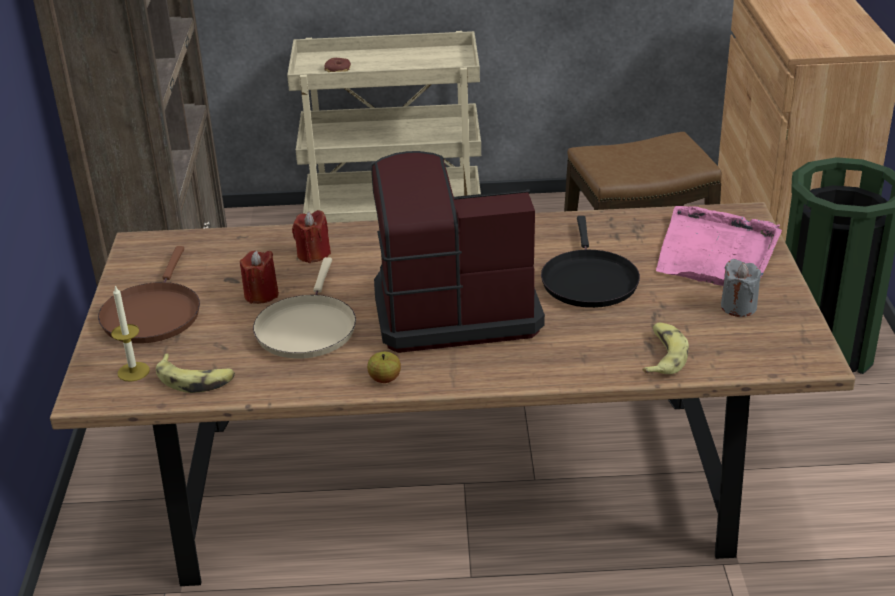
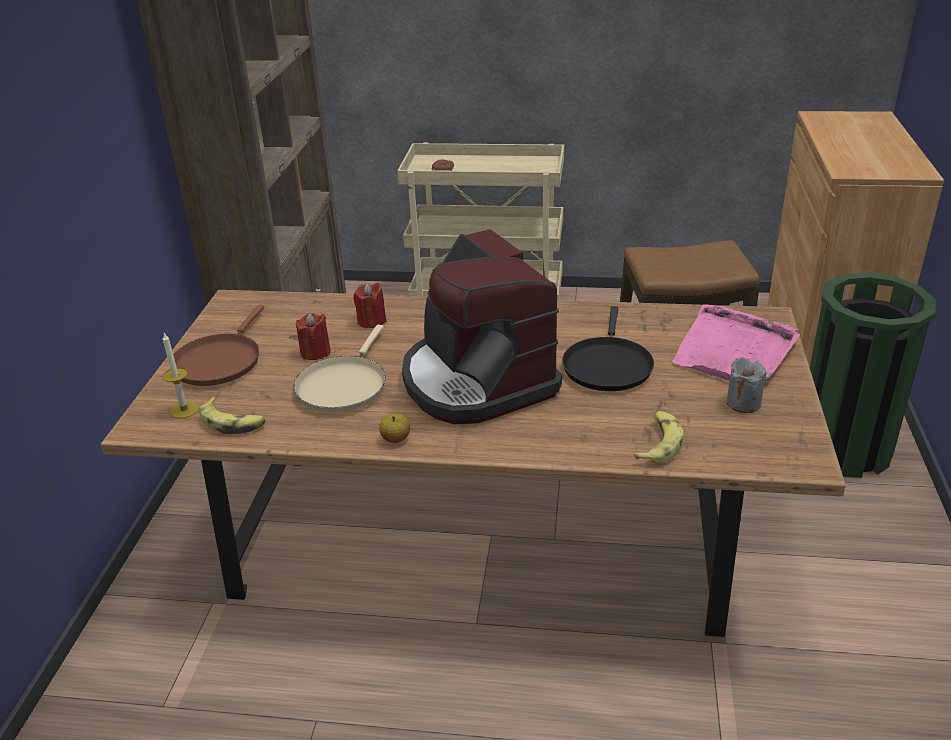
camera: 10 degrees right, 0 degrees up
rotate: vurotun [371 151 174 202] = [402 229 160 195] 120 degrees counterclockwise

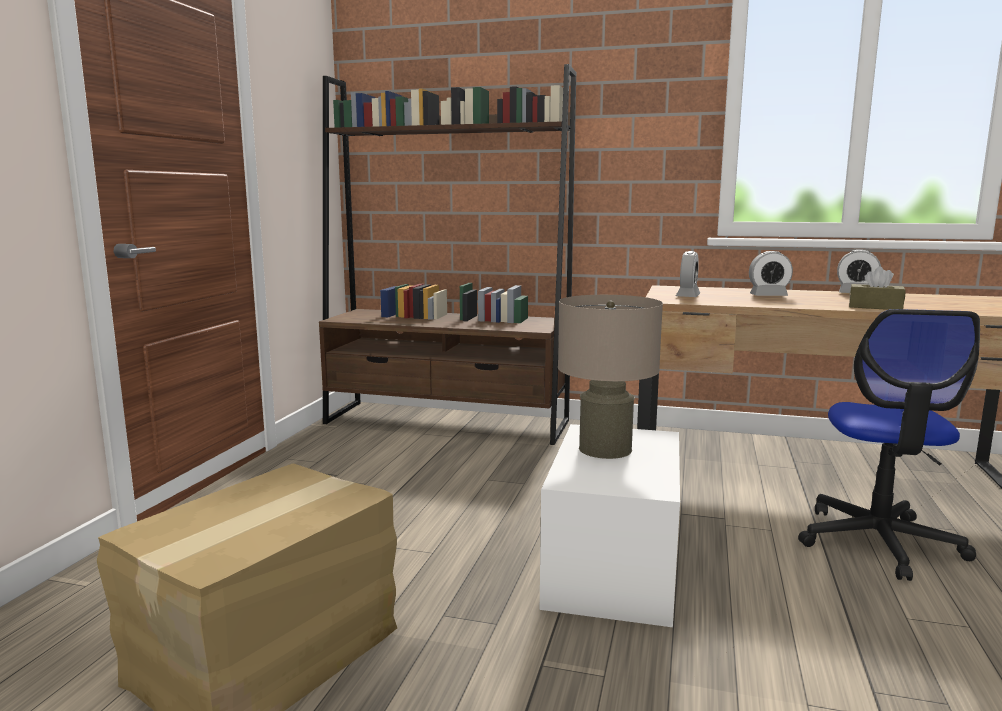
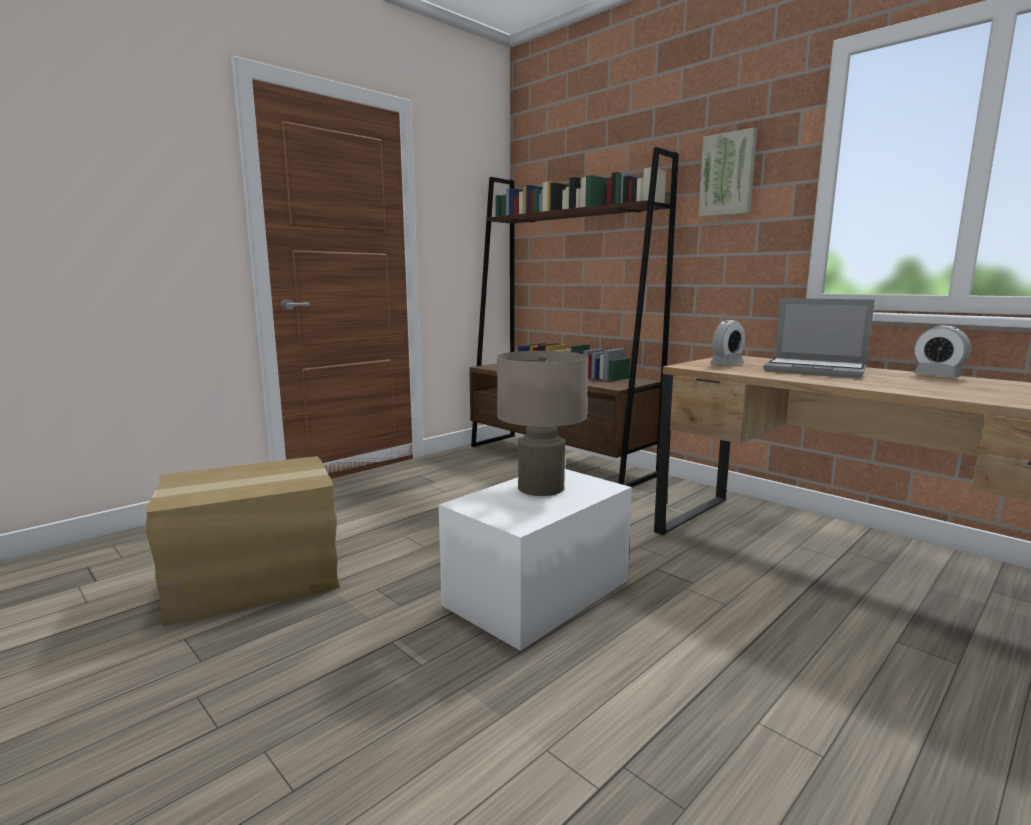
camera: 30 degrees right, 0 degrees up
delete: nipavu [798 309 182 272]; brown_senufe [849 267 57 43]
insert: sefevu [698 128 59 89]
replace: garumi [749 251 44 45] to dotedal [763 298 112 80]

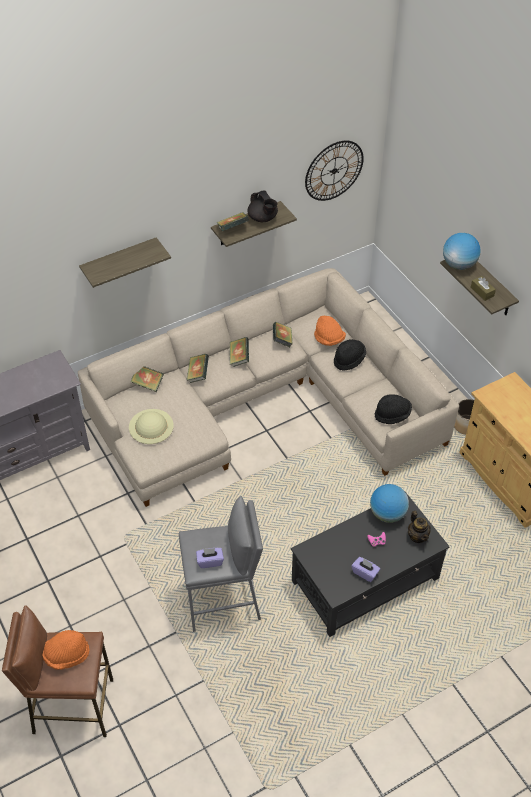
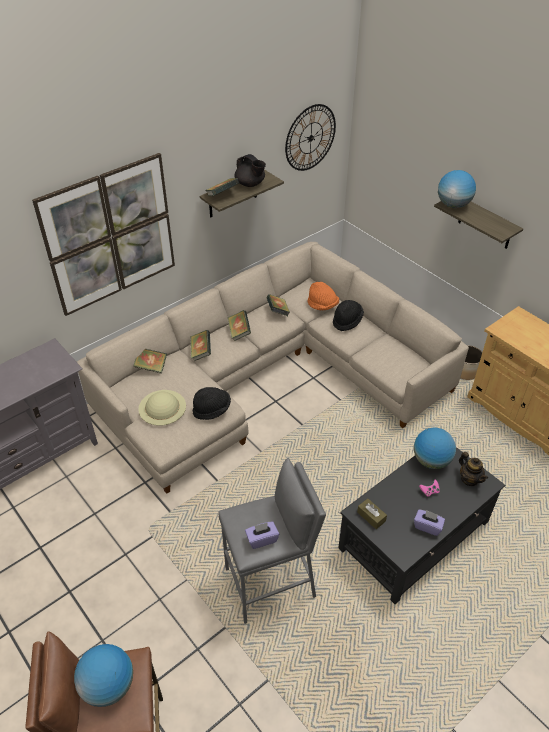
camera: 10 degrees left, 5 degrees down
move: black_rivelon [375 394 37 30] to [193 387 38 33]; brown_senufe [471 276 25 25] to [357 498 30 31]
replace: orange_rivelon [42 630 47 40] to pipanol [74 644 59 63]; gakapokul [79 237 92 51] to sefevu [32 153 143 163]

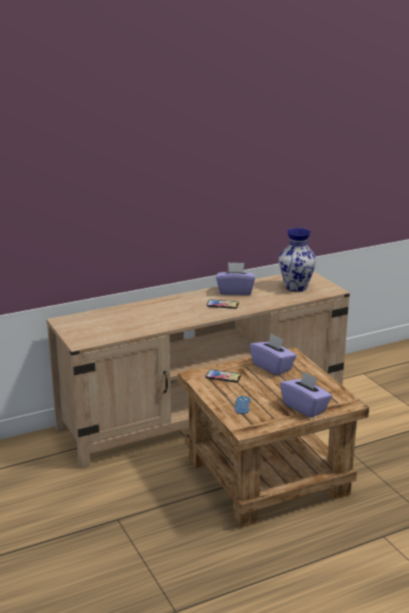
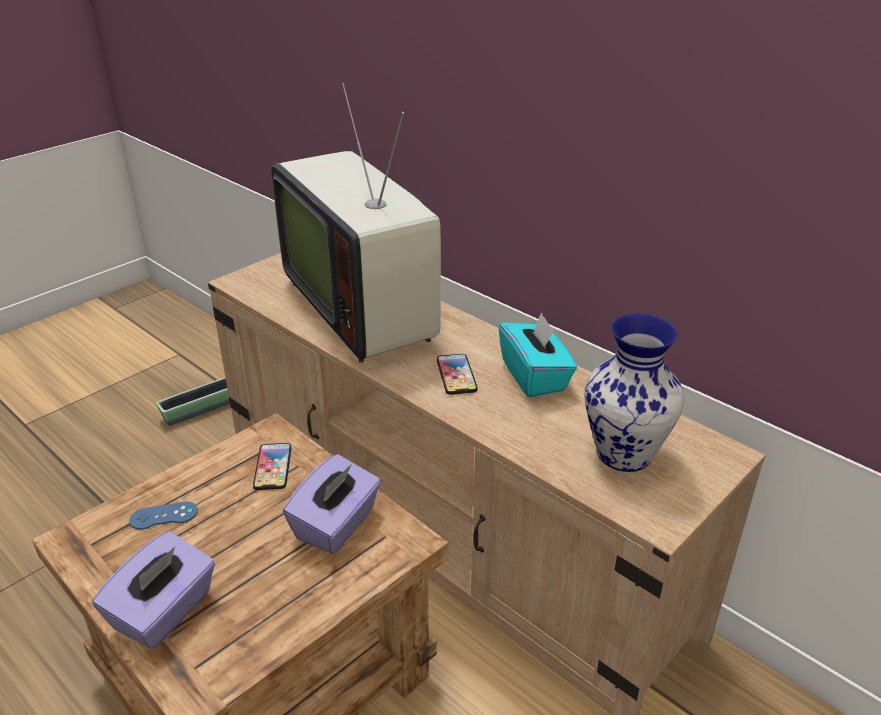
camera: 70 degrees right, 10 degrees up
insert: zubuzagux [156 377 74 49]; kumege [271 83 170 280]
recolor: purple_senufe [216 262 39 33] to turquoise_senufe [499 312 78 85]

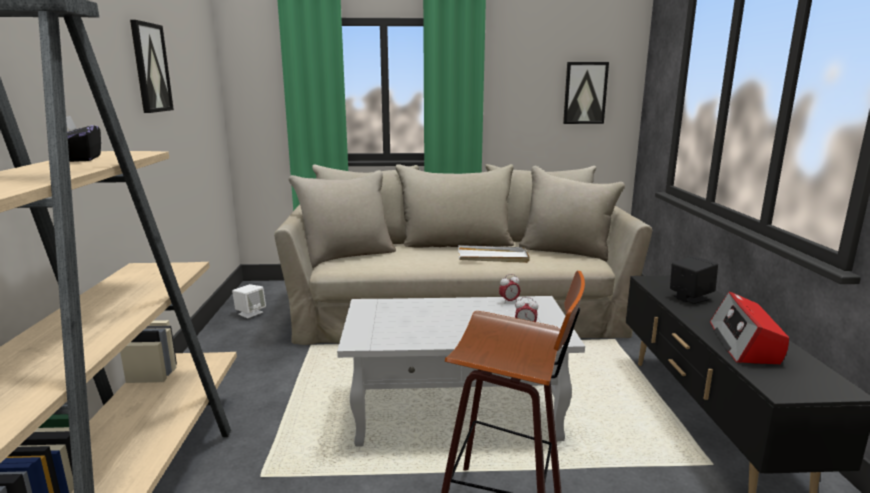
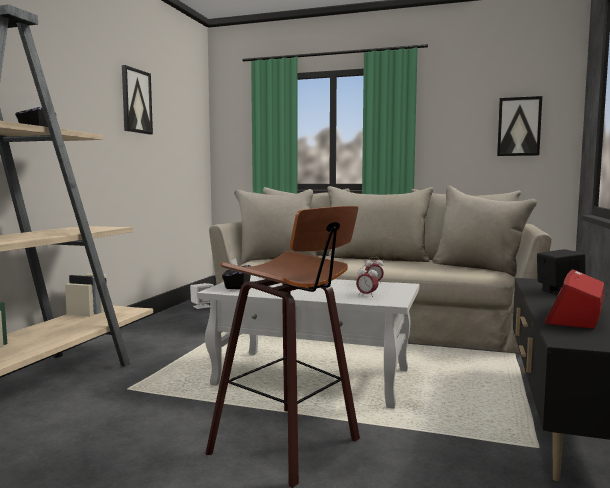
camera: 20 degrees right, 10 degrees down
delete: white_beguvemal [458 245 72 18]
insert: black_senufe [222 258 29 31]

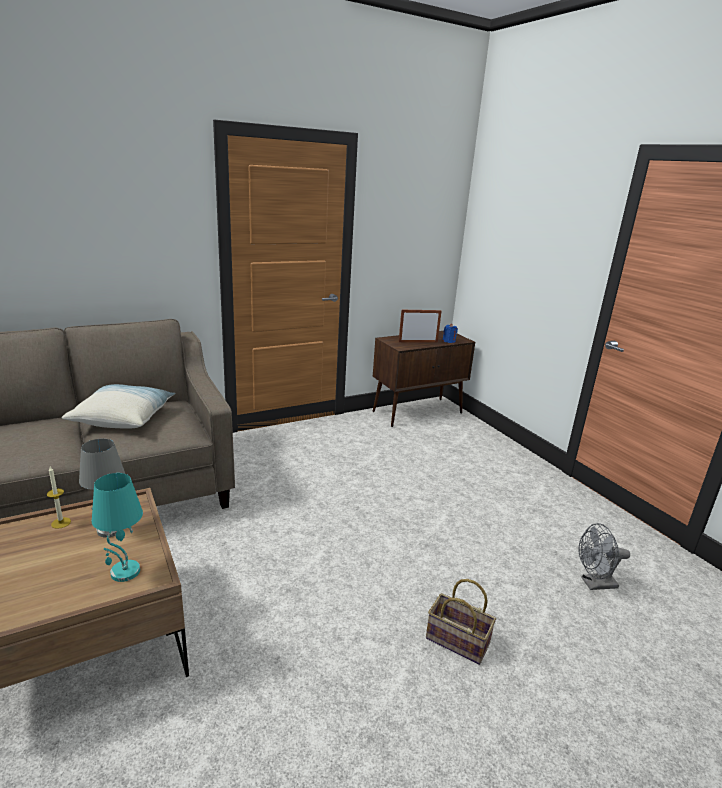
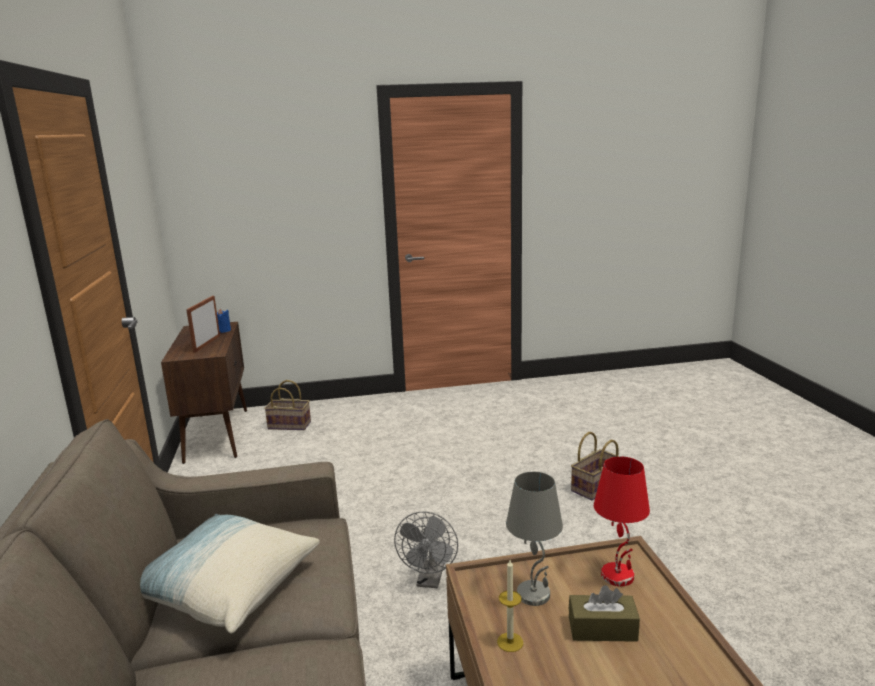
camera: 70 degrees left, 5 degrees down
insert: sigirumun [264 380 47 50]; brown_senufe [569 585 71 57]
move: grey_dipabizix [578 523 52 67] to [394 511 64 77]
recolor: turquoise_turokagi [92 473 51 109] to red_turokagi [594 457 56 129]

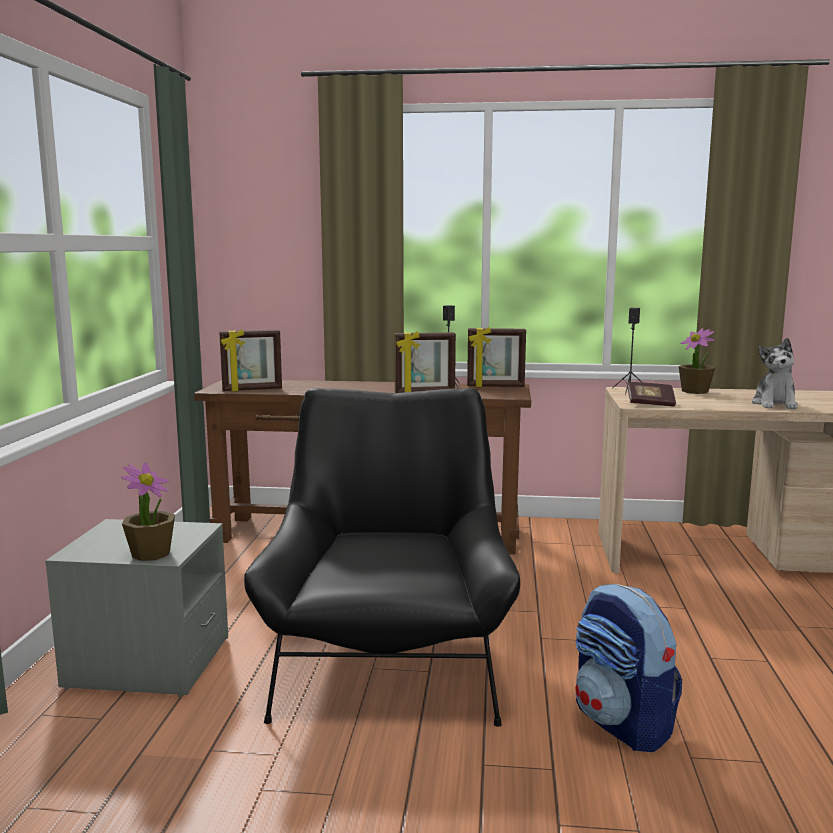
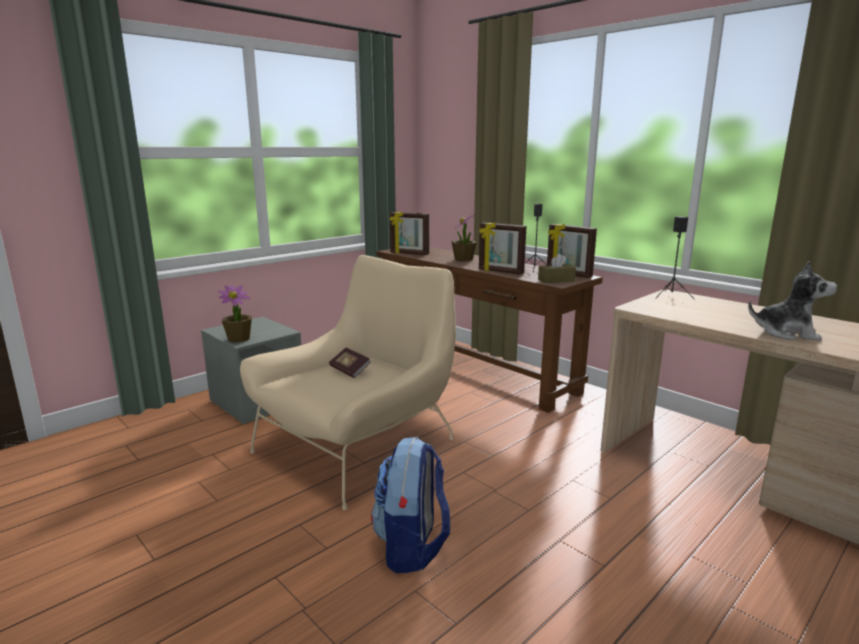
camera: 40 degrees right, 5 degrees up
insert: brown_senufe [538 253 38 30]
move: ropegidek [627 382 49 25] to [329 348 42 30]; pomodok [679 328 36 66] to [452 214 25 47]
recolor: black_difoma [244 388 276 339] to beige_difoma [240 255 216 255]
rotate: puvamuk [752 338 46 71] = [748 261 89 80] 120 degrees counterclockwise

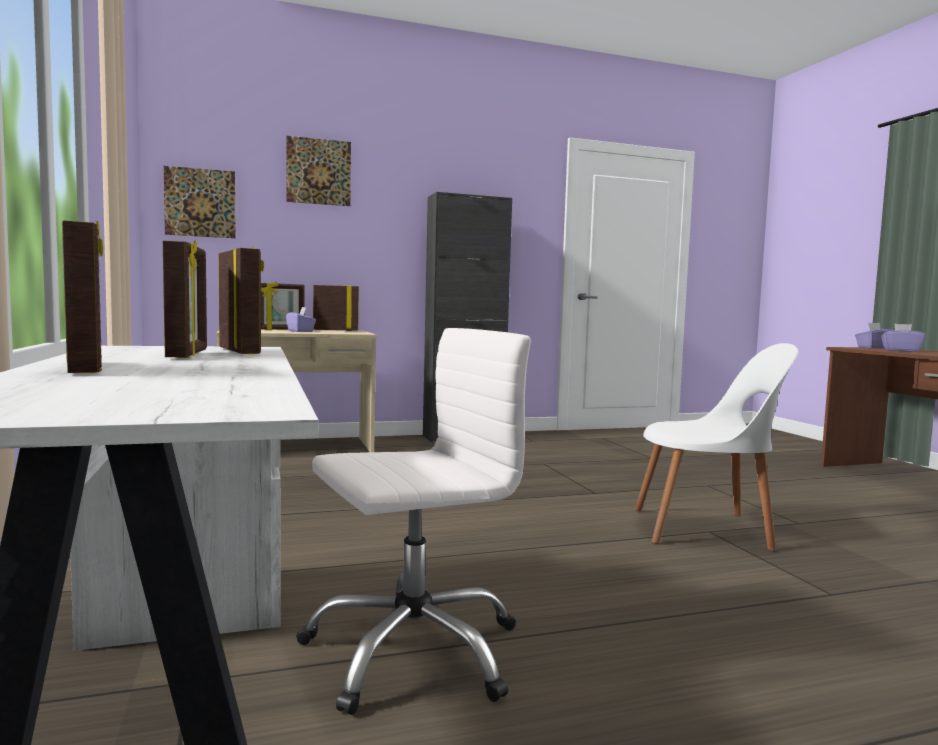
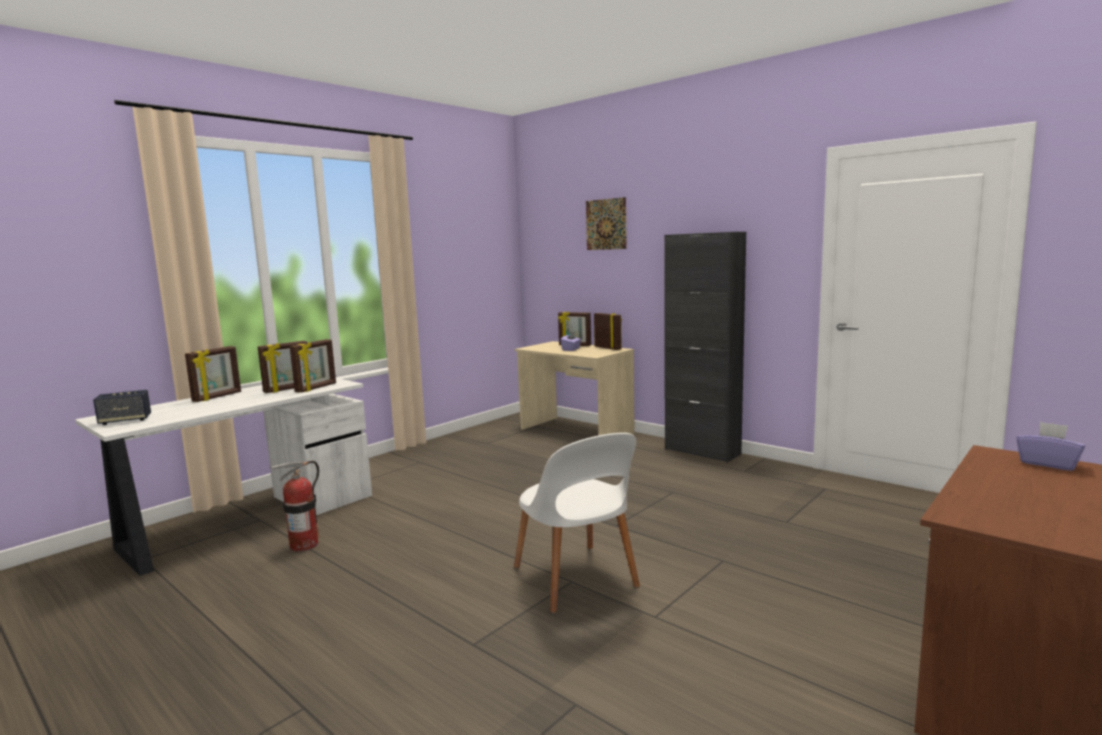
camera: 60 degrees right, 5 degrees up
delete: sefevu [164 166 72 72]; purple_senufe [881 324 45 28]
insert: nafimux [93 390 58 35]
replace: white_nipavu [296 328 235 387] to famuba [269 461 51 91]

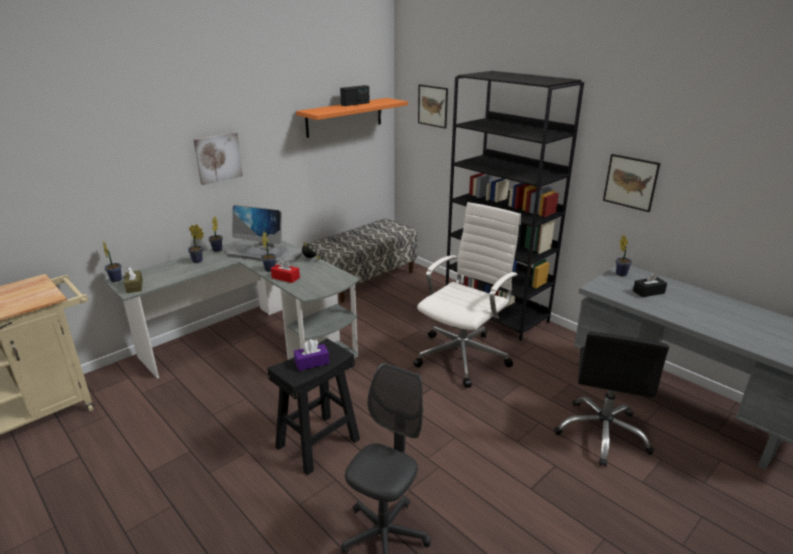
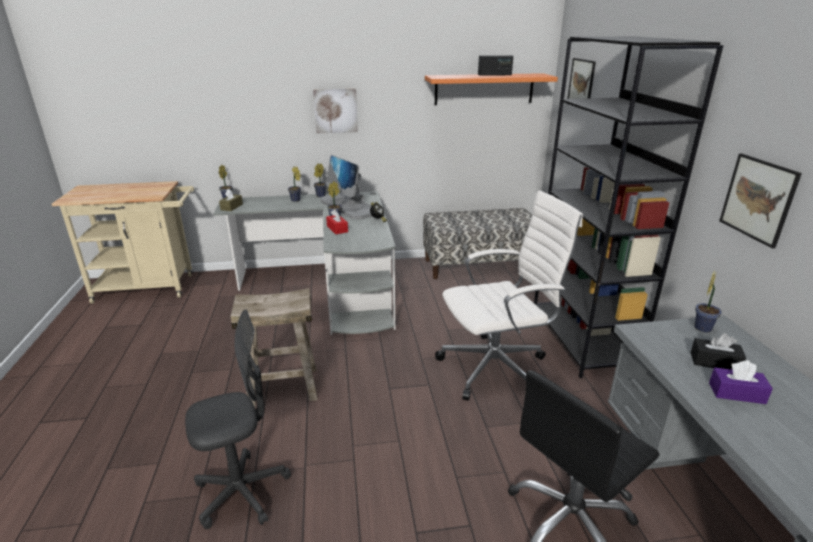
camera: 35 degrees right, 0 degrees up
move: purple_senufe [294 339 35 32] to [709 361 64 43]
recolor: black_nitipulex [267 338 93 137] to beige_nitipulex [230 288 87 119]

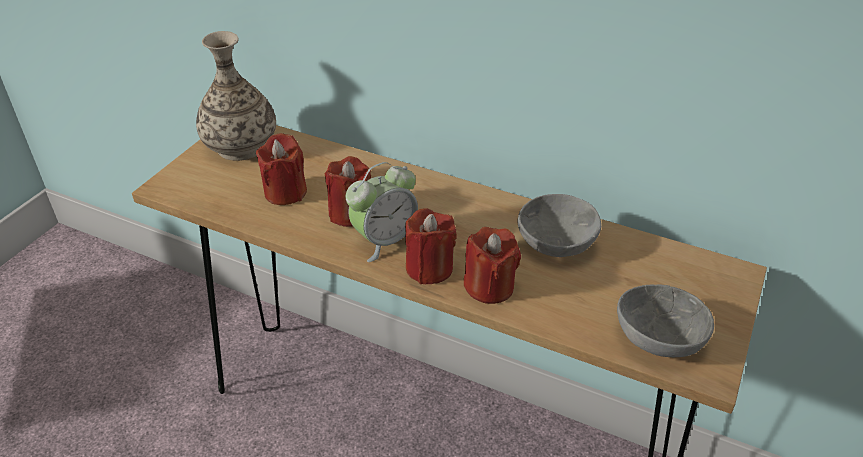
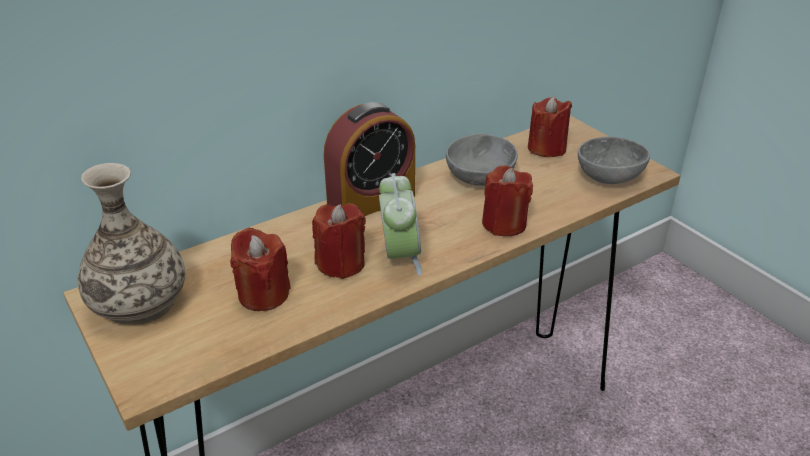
camera: 60 degrees left, 5 degrees down
insert: garumi [324 102 91 114]
move: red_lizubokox [405 209 51 75] to [528 96 44 61]

